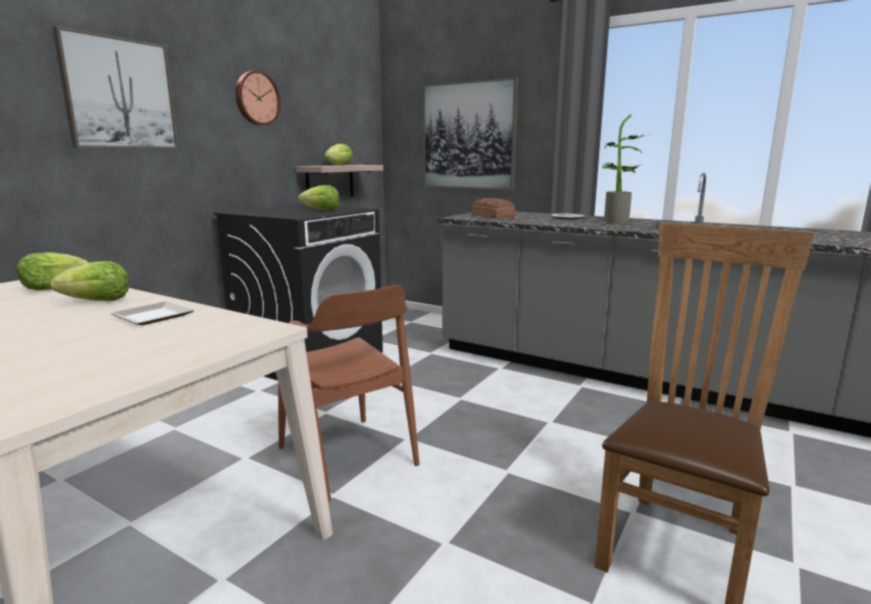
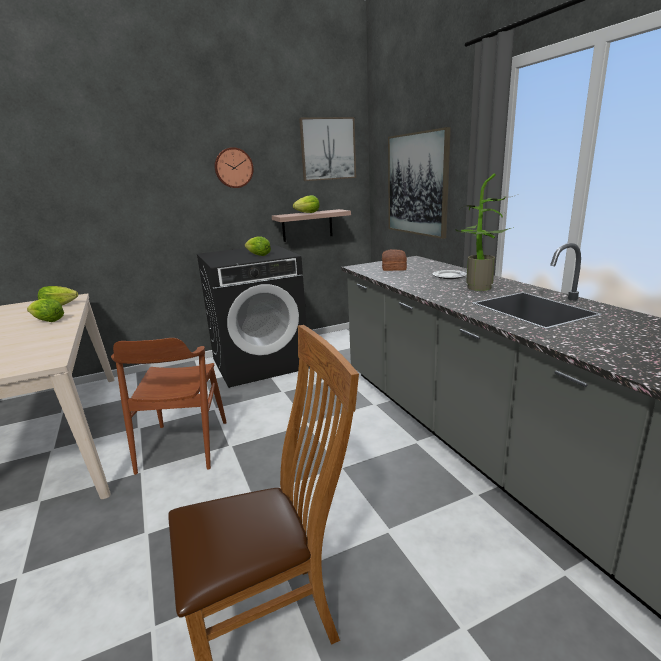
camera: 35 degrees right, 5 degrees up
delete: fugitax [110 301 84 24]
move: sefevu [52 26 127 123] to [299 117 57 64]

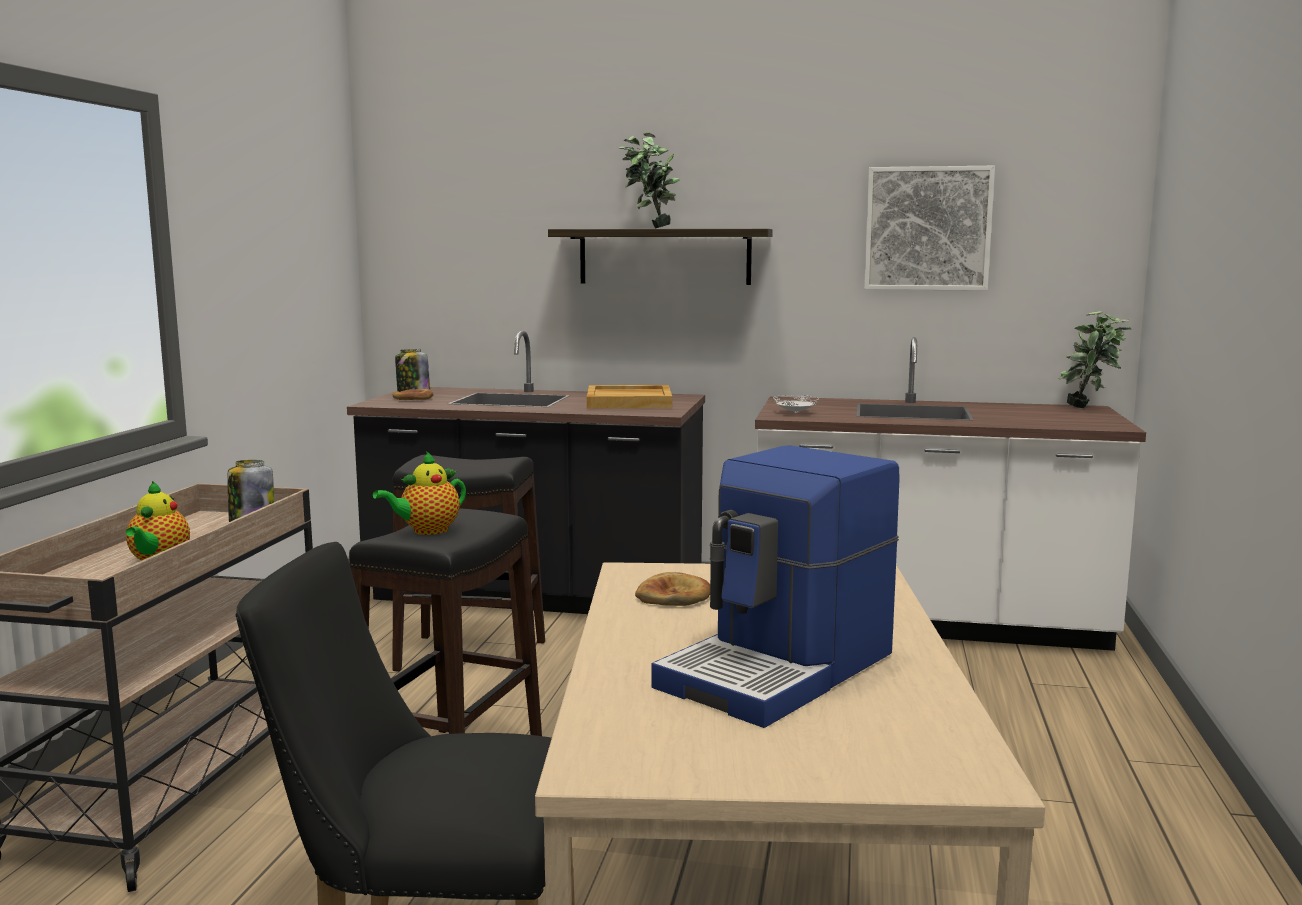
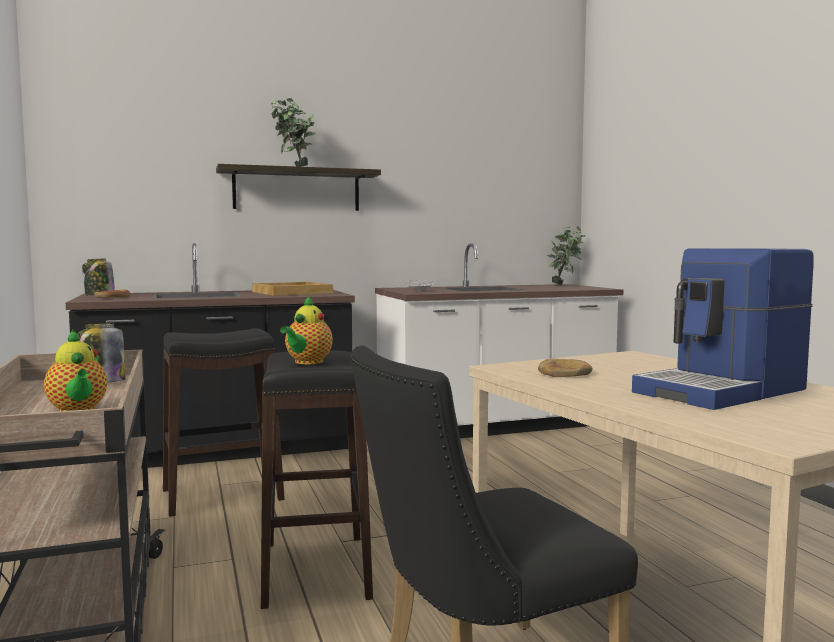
camera: 30 degrees left, 5 degrees down
delete: sefevu [864 166 131 125]
rotate: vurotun [652 445 248 283] = [632 248 182 162] 45 degrees clockwise

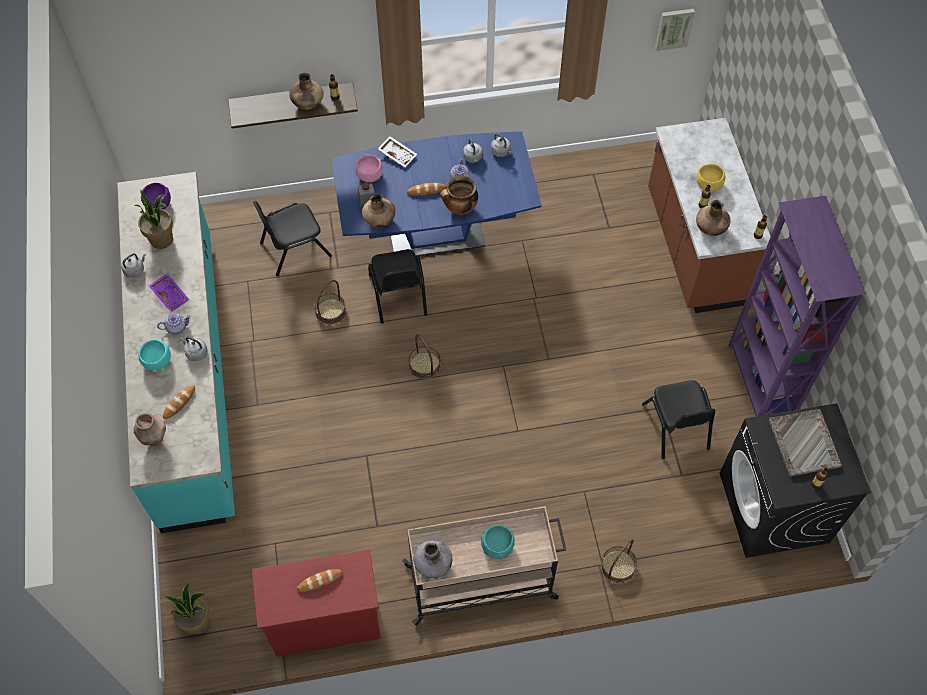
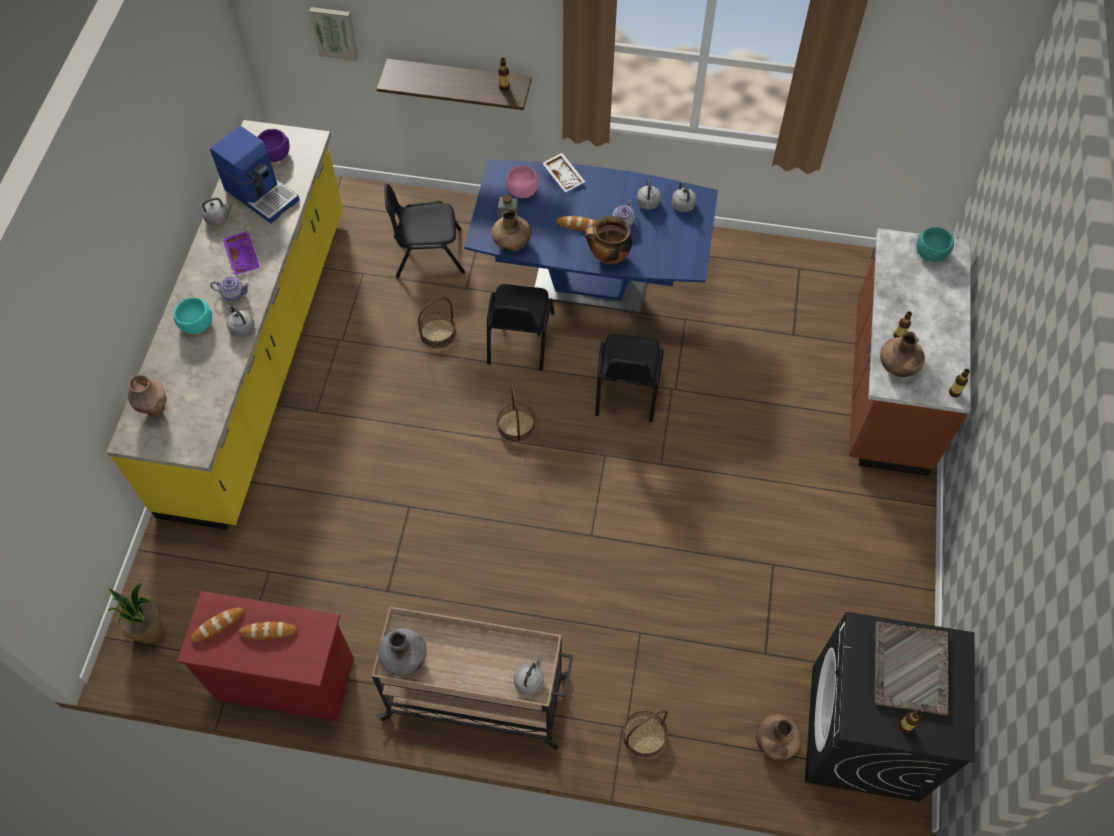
camera: 20 degrees right, 0 degrees up
delete: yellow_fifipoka [696 164 29 28]; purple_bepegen [728 196 138 221]
insert: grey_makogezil [514 656 30 39]
move: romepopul [163 385 32 34] to [191 608 53 34]; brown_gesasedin [289 72 35 38] to [756 714 46 46]; turquoise_fifipoka [481 525 34 34] to [916 227 38 35]; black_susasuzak [642 380 74 79] to [595 334 69 89]; sefevu [655 9 40 42] to [309 7 49 54]
replace: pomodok [135 189 38 60] to vurotun [210 126 90 97]
recolor: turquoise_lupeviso [117 172 118 361] to yellow_lupeviso [106 120 237 410]

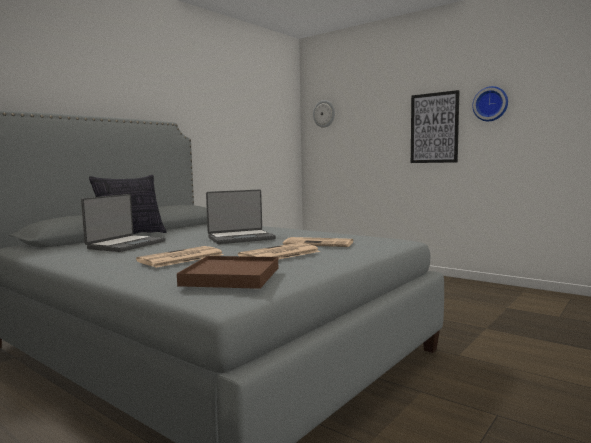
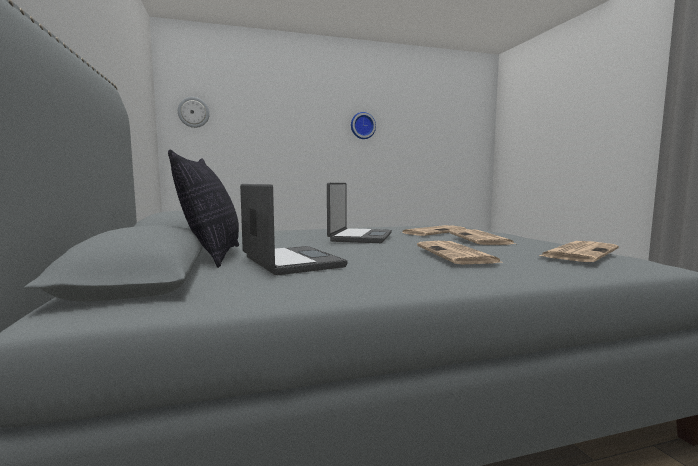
camera: 55 degrees left, 0 degrees up
delete: sefevu [411 90 49 73]
replace: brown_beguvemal [177 256 101 33] to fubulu [539 241 80 21]

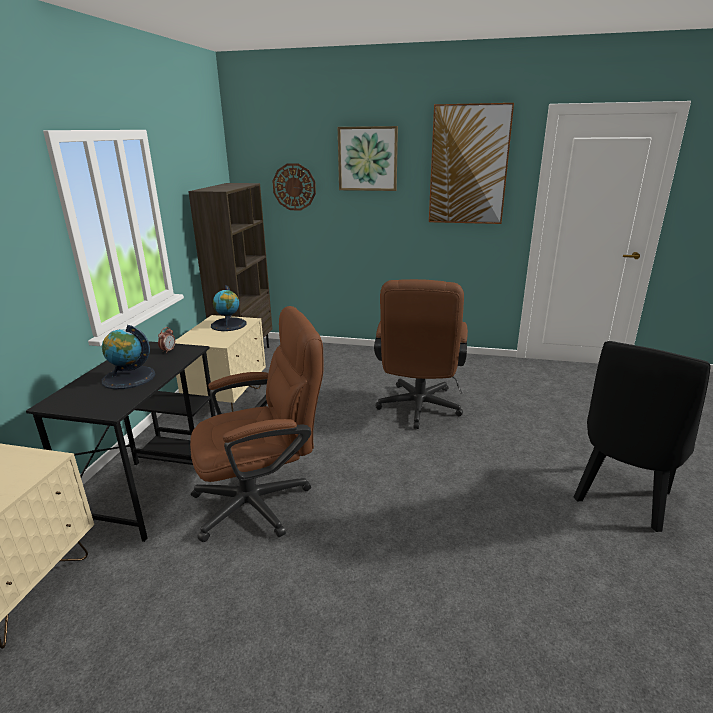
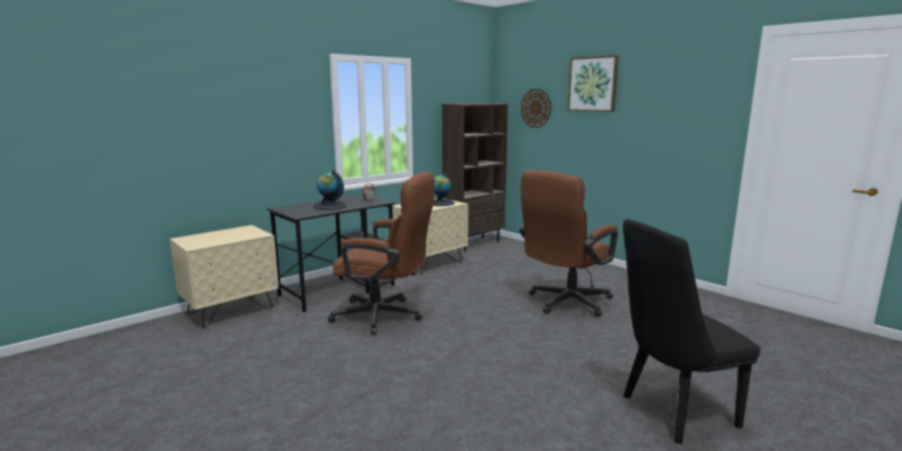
camera: 35 degrees right, 10 degrees down
delete: sefevu [429 103 85 121]

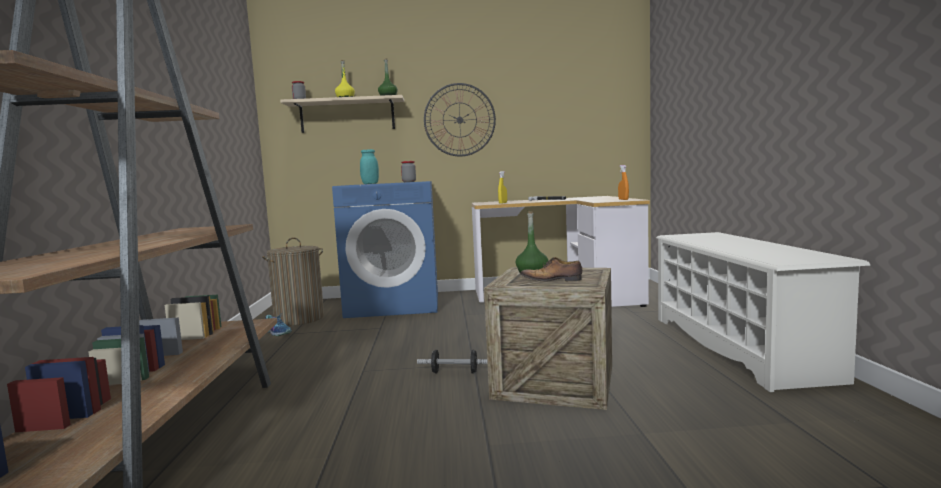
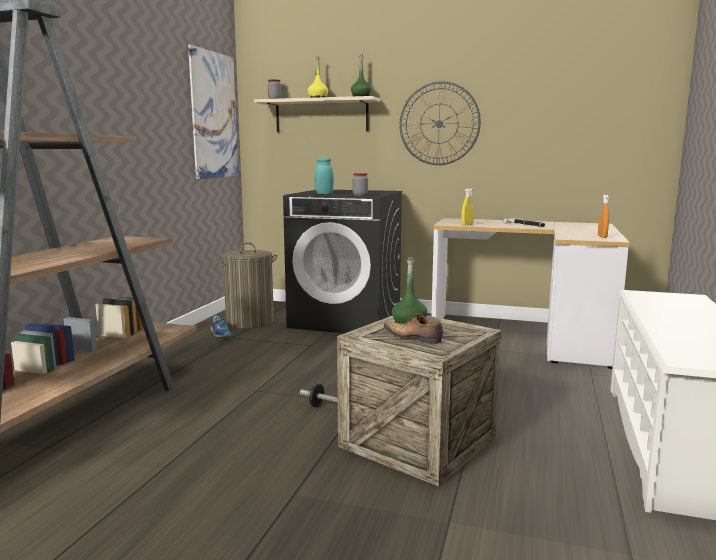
camera: 20 degrees right, 5 degrees up
insert: sefevu [188 44 50 135]
recolor: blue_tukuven [332 181 106 137] to black_tukuven [283 190 119 143]

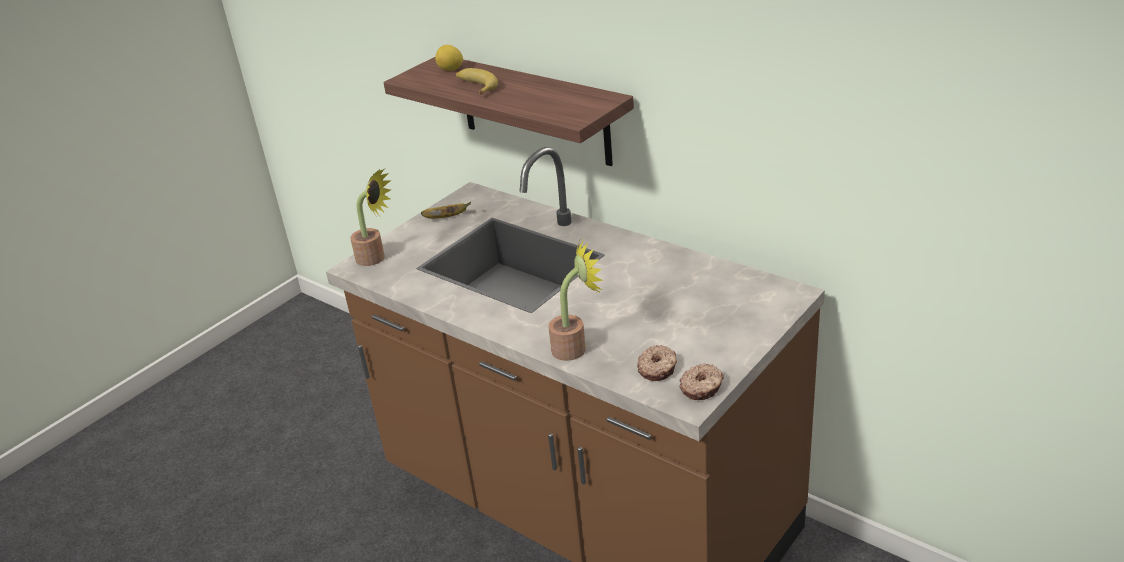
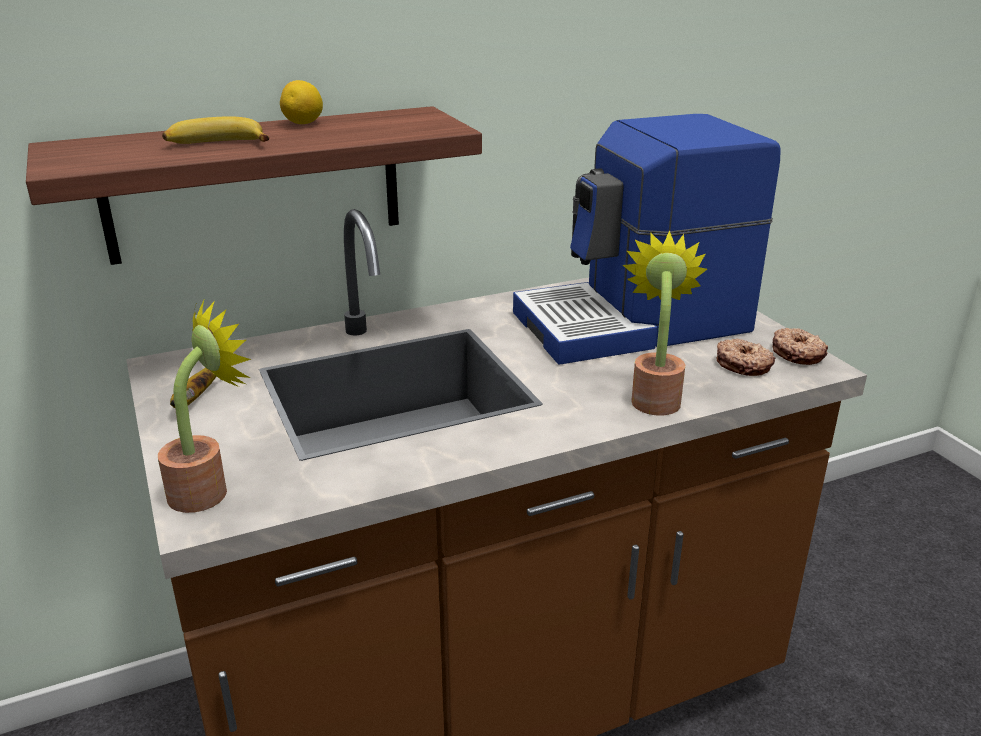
camera: 65 degrees left, 5 degrees down
insert: vurotun [513 114 268 251]
move: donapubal [435 45 28 26] to [280 80 43 44]

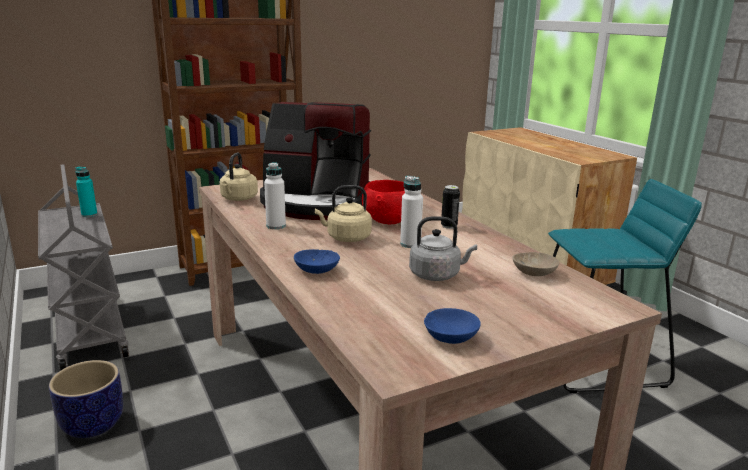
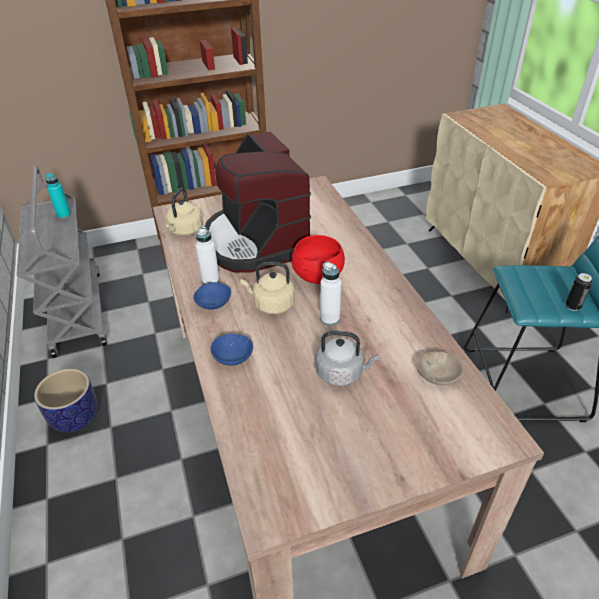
camera: 10 degrees right, 20 degrees up
move: blue_fifipoka [424 308 57 36] to [193 282 38 28]; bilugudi [441 185 19 44] to [566 273 26 38]
rotate: vurotun [260 102 111 118] = [205 131 106 142] 45 degrees clockwise

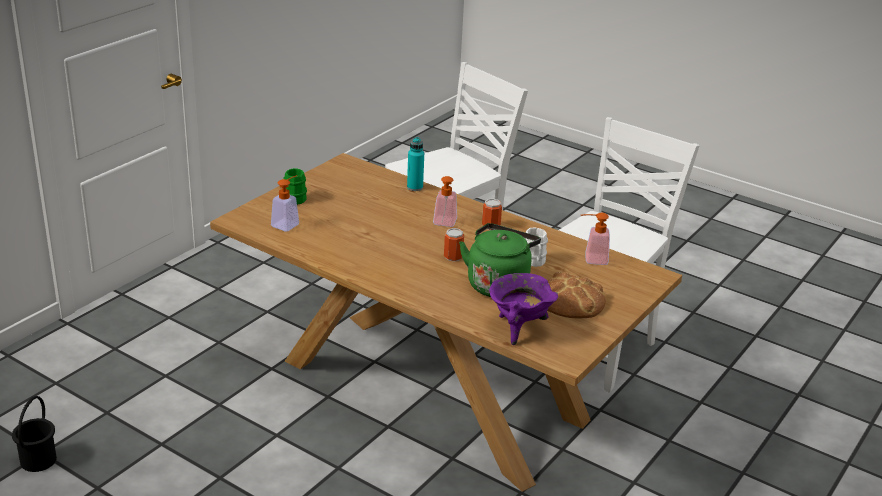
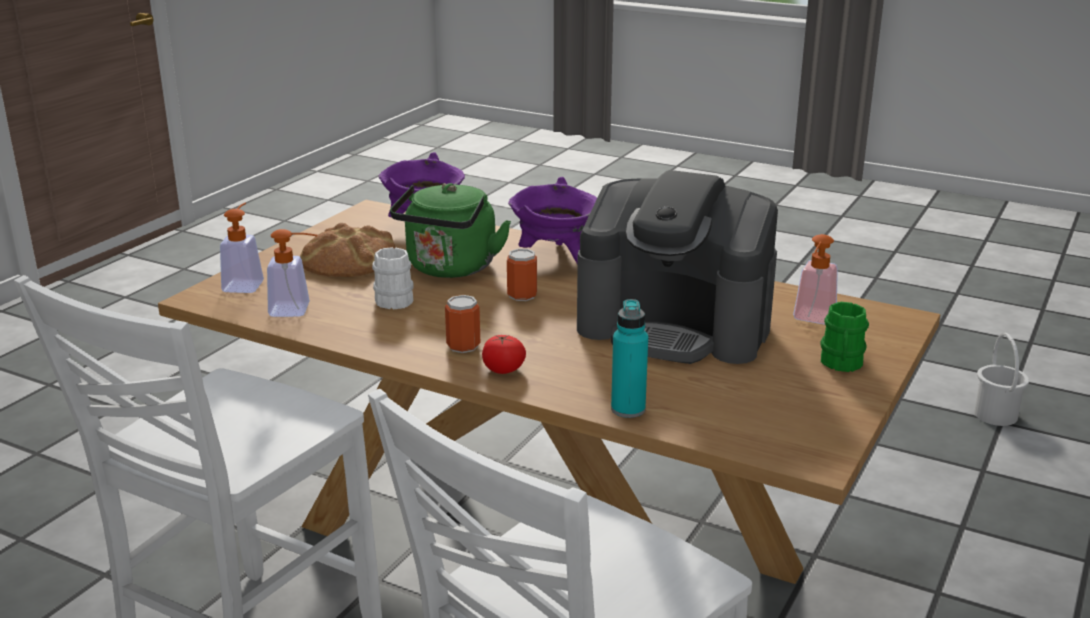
camera: 175 degrees right, 5 degrees down
insert: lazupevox [482 335 44 39]; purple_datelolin [508 177 89 88]; vurotun [577 170 201 194]
move: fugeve [433 176 24 51] to [220 203 44 90]
recolor: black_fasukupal [12 396 45 76] to white_fasukupal [974 333 55 93]

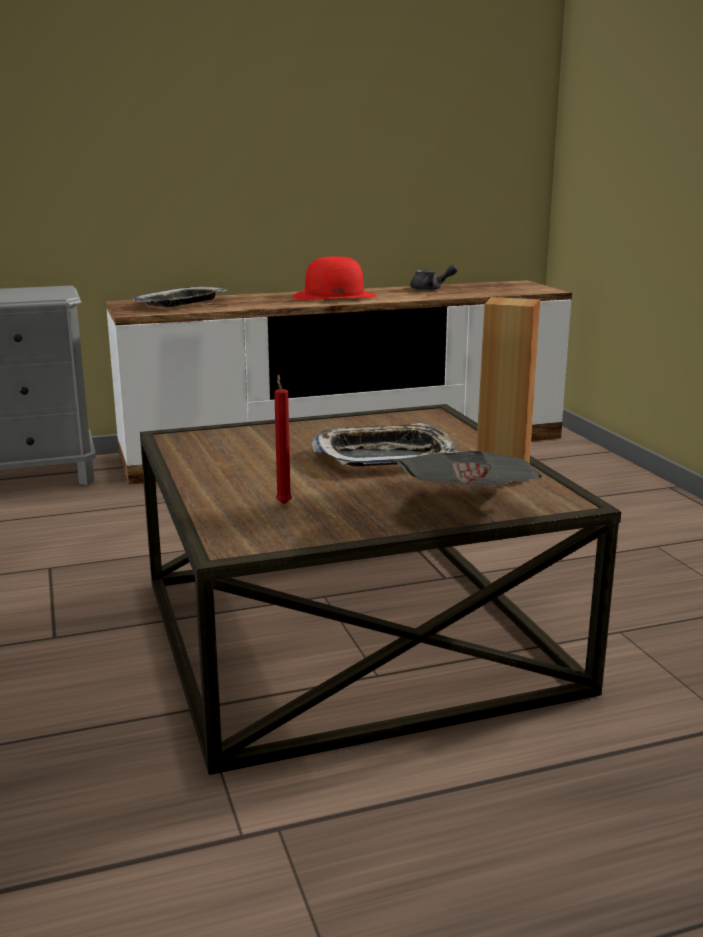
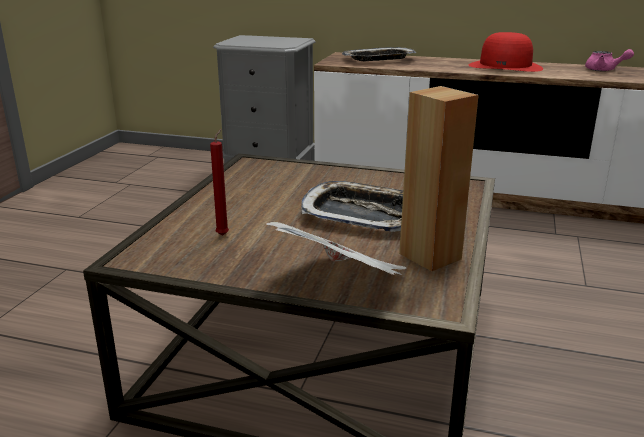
camera: 35 degrees right, 5 degrees up
recolor: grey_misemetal [410 265 48 26] to pink_misemetal [585 49 49 22]

